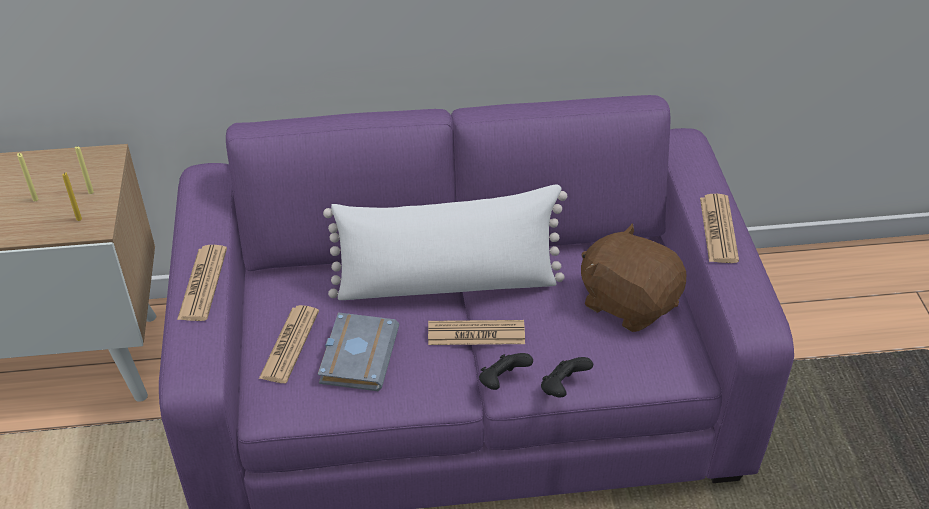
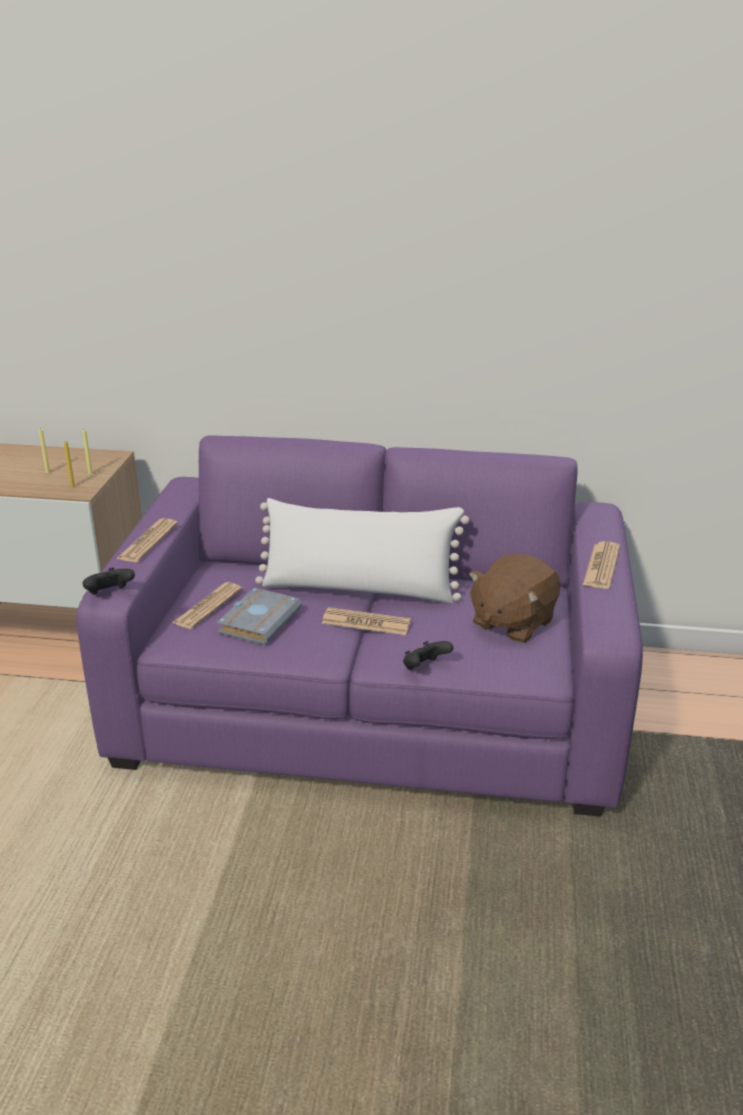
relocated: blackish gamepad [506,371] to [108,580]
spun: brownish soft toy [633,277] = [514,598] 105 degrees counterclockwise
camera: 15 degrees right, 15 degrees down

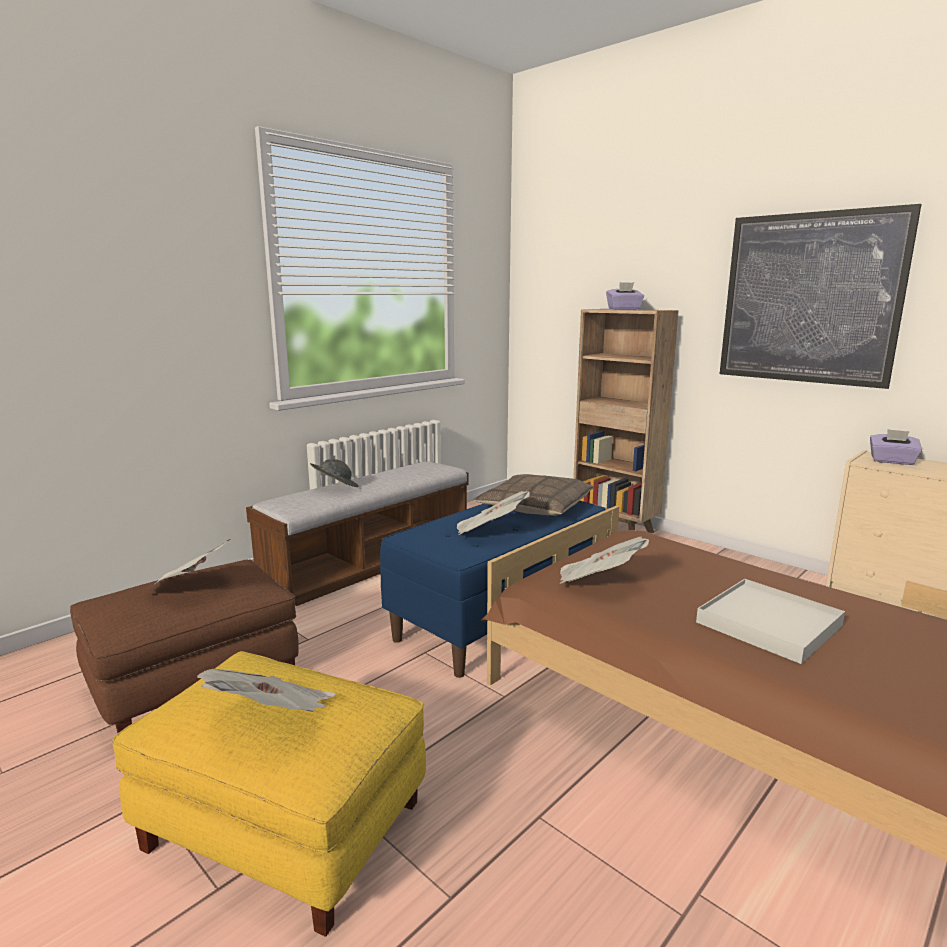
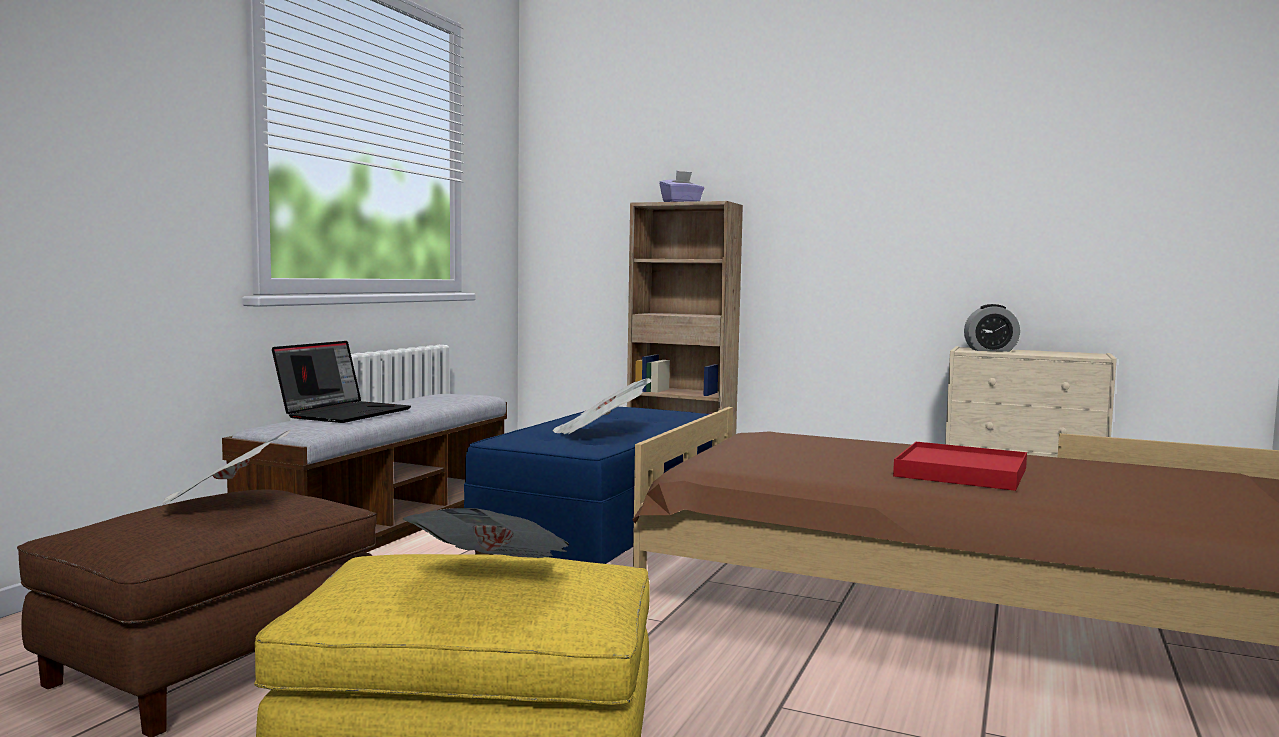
missing: cushion [533,495]; printed paper [604,560]; wall art [821,296]
exchanged: gray hat [334,473] to notebook computer [341,382]; purplish tissue box [896,447] to bedside clock [992,328]
colour: white tray [770,621] to red-coloured tray [960,466]
camera: 20 degrees left, 10 degrees down

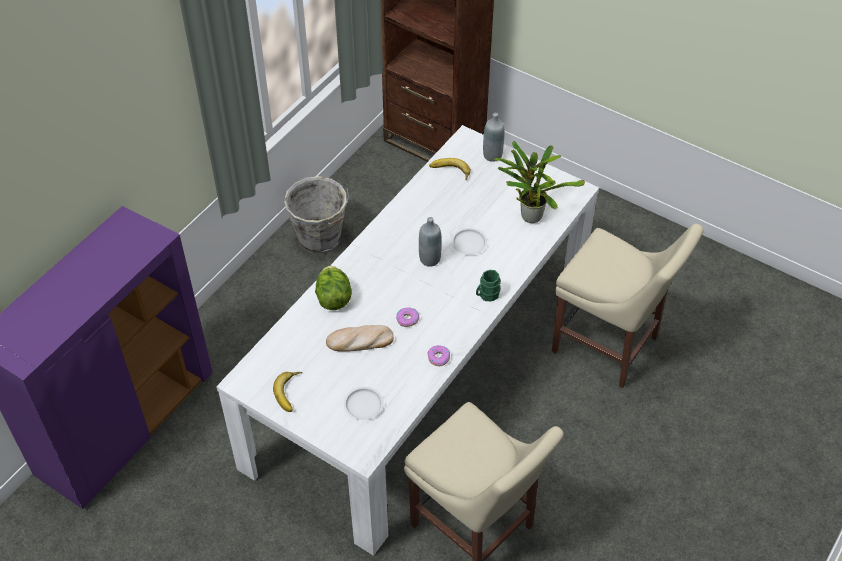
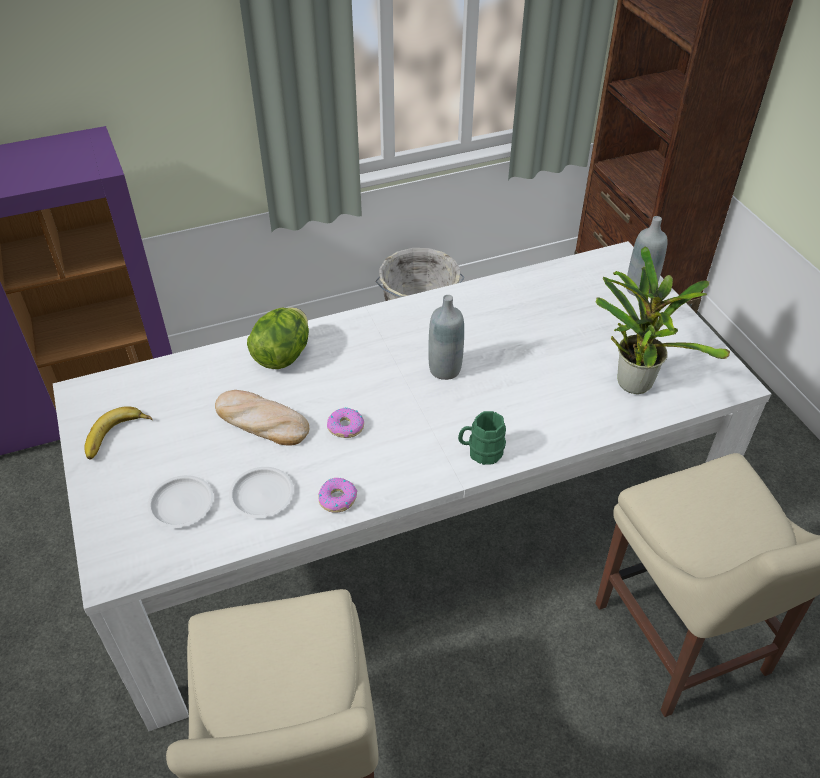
missing: whole banana [450,169]
relocated: white flat dish [469,241] to [261,492]
camera: 35 degrees right, 5 degrees down

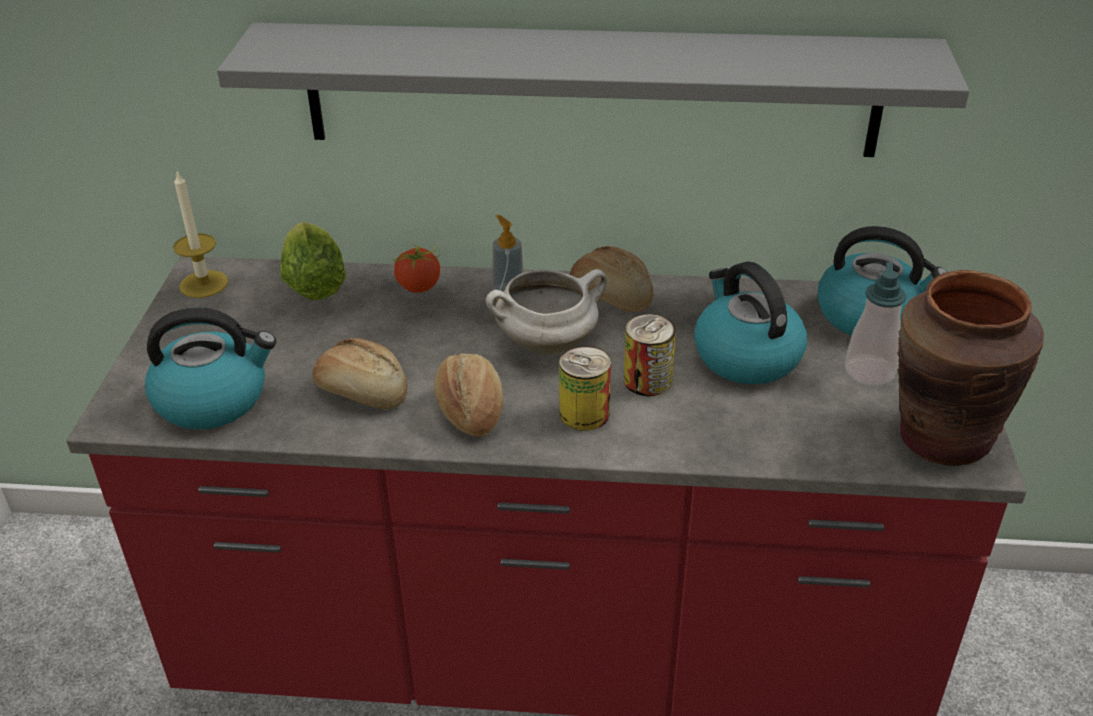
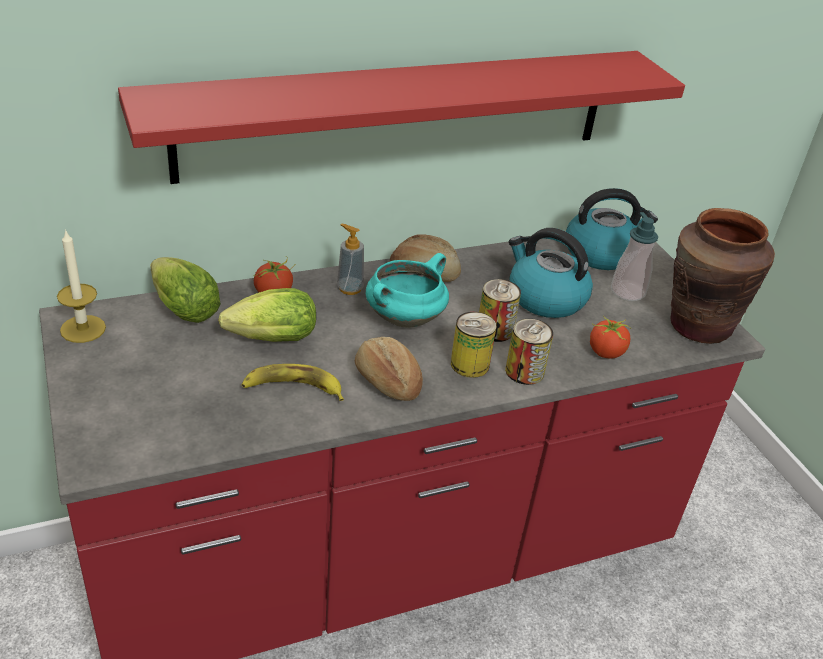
missing: water kettle [210,368]
appeared: head of lettuce [267,315]; metal can [529,352]; tomato [610,338]
exchanged: bakery bread [360,373] to whole banana [293,382]
colour: gray bracket shelf [593,90] to red-coloured bracket shelf [401,117]; white stockpot [546,312] to turquoise-coloured stockpot [407,290]
camera: 30 degrees left, 0 degrees up

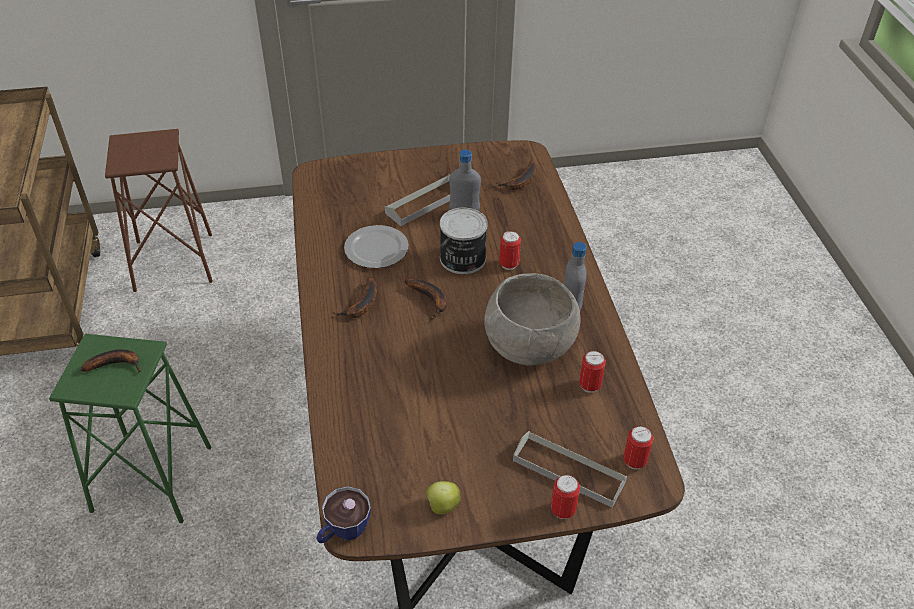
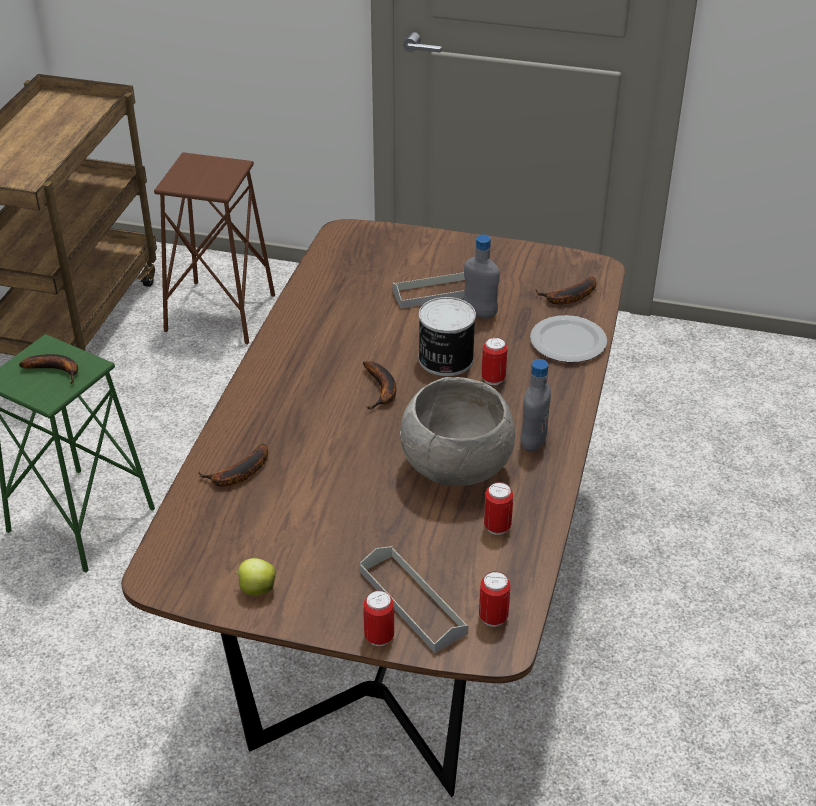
missing: small cup [343,514]
relocated: whole banana [355,297] to [232,465]; flat dish [376,246] to [568,339]
camera: 25 degrees right, 5 degrees down

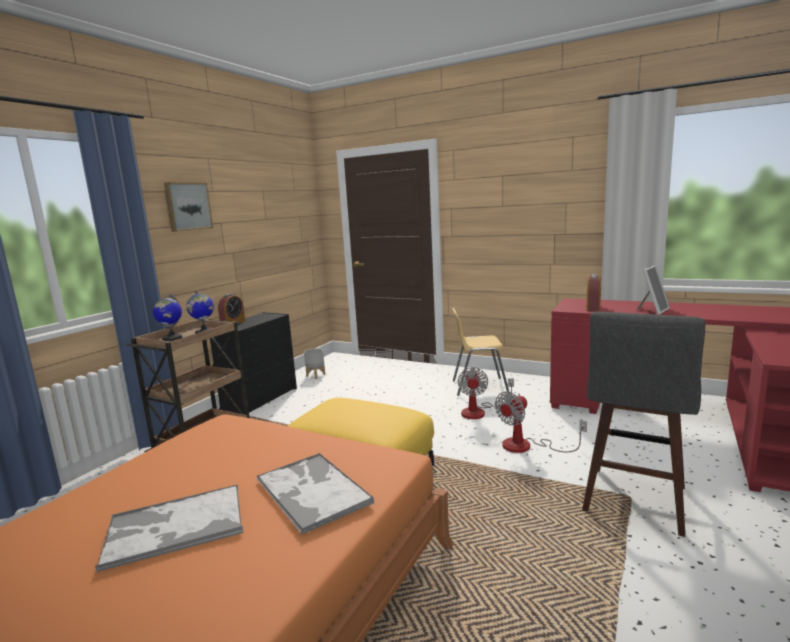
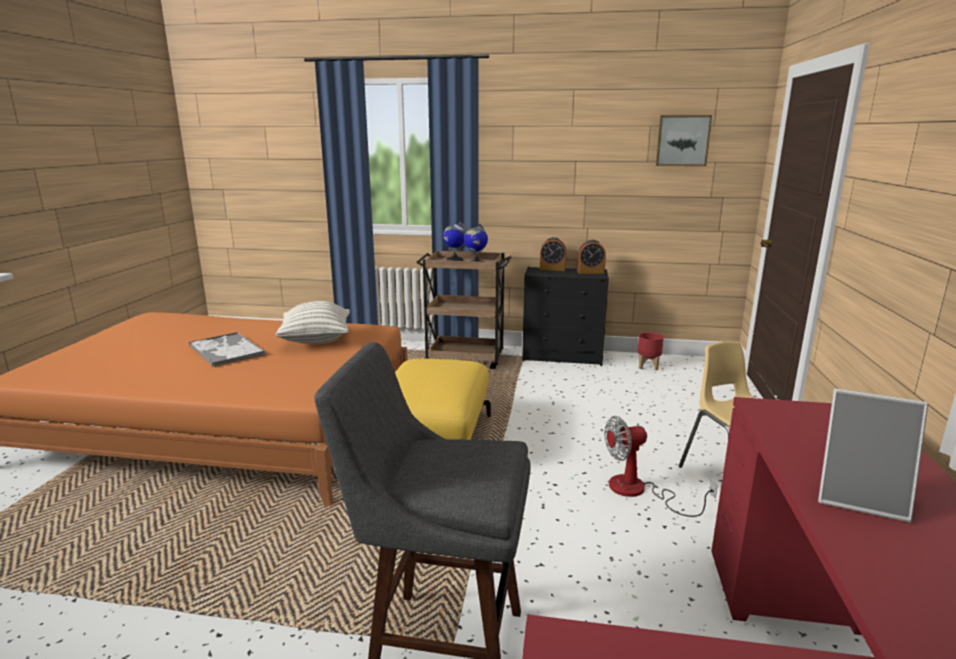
missing: tray [315,494]; fan [541,422]
appeared: cushion [312,322]
relocated: wall art [188,207] to [684,140]; bedside clock [593,293] to [591,257]
colour: gray plant pot [314,363] to red-coloured plant pot [650,351]
camera: 70 degrees right, 5 degrees up

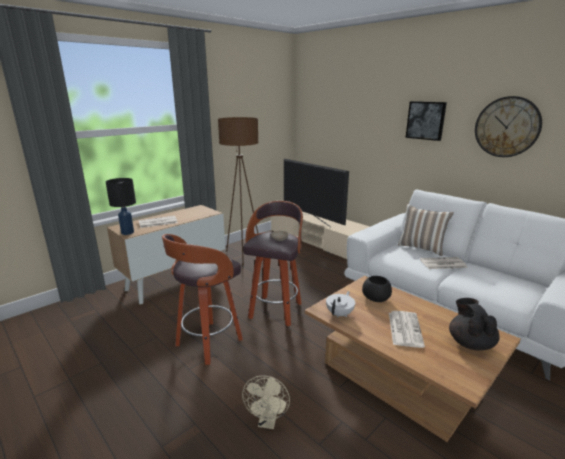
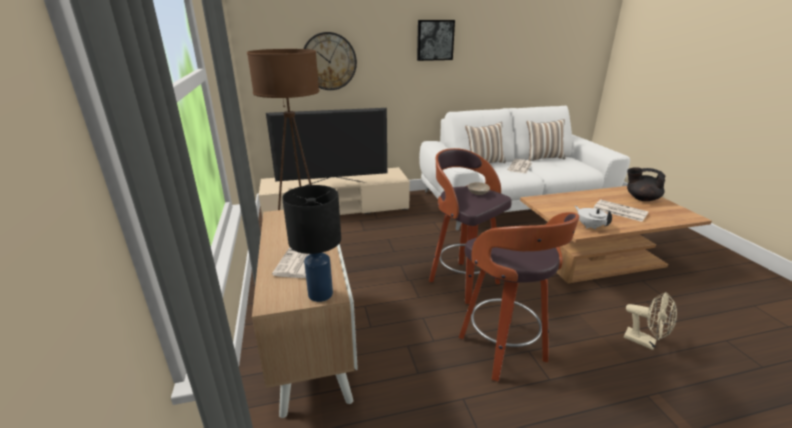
missing: blackish serving bowl [377,289]
appeared: cushion [546,140]
relocated: wall clock [508,126] to [330,61]
camera: 60 degrees left, 5 degrees up

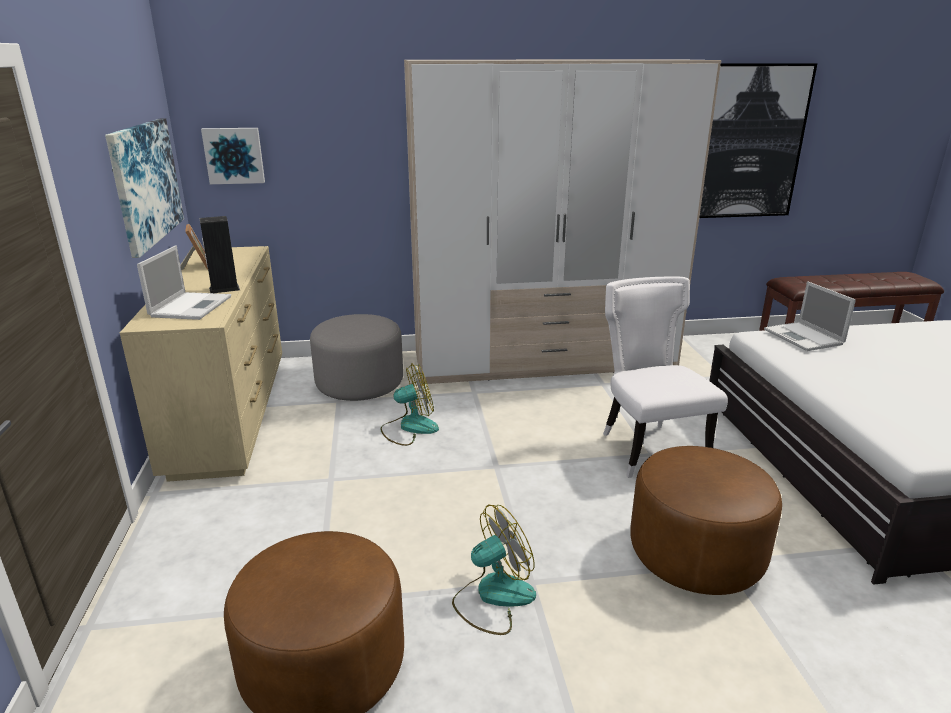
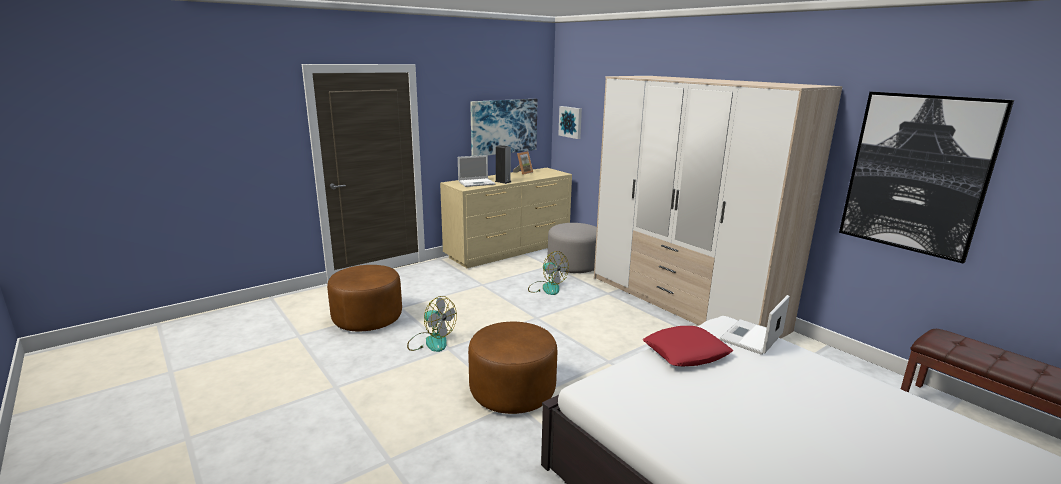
missing: white plain chair [665,377]
appeared: red-coloured cushion [688,346]
camera: 60 degrees right, 5 degrees down

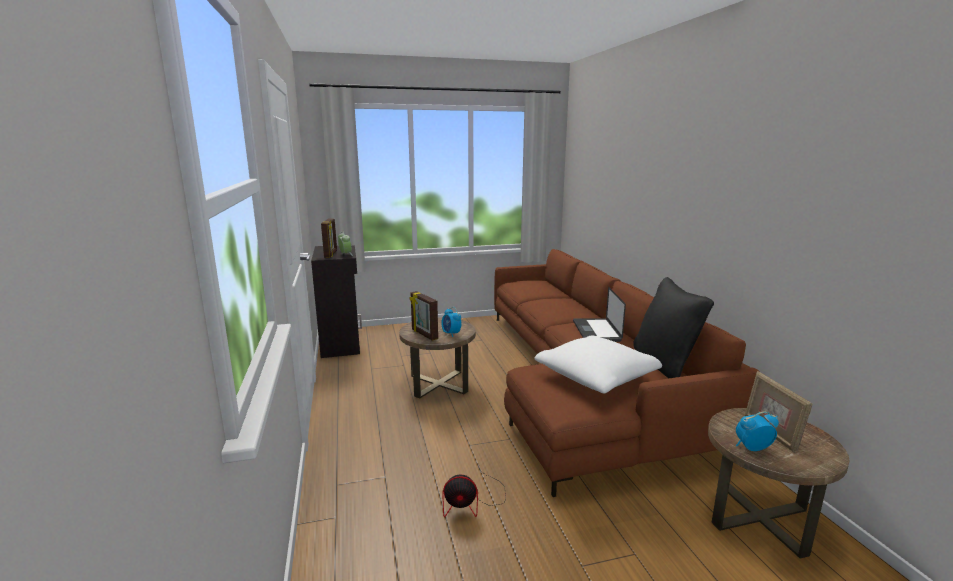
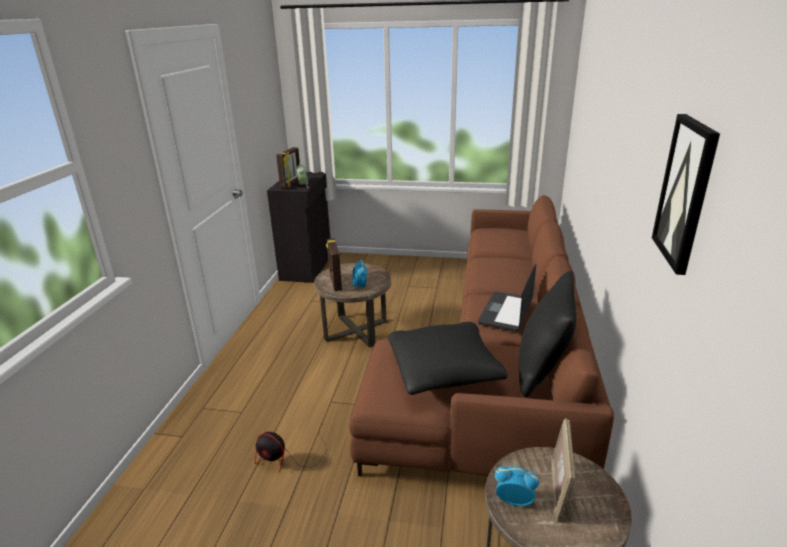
appeared: wall art [686,194]
colour: white cushion [598,364] to blackish cushion [448,358]
camera: 25 degrees right, 10 degrees up

